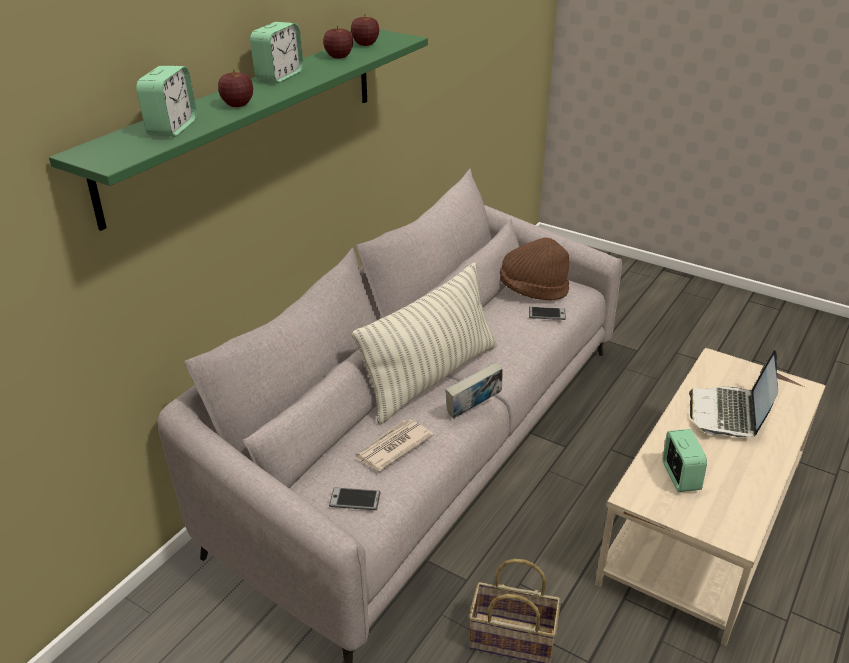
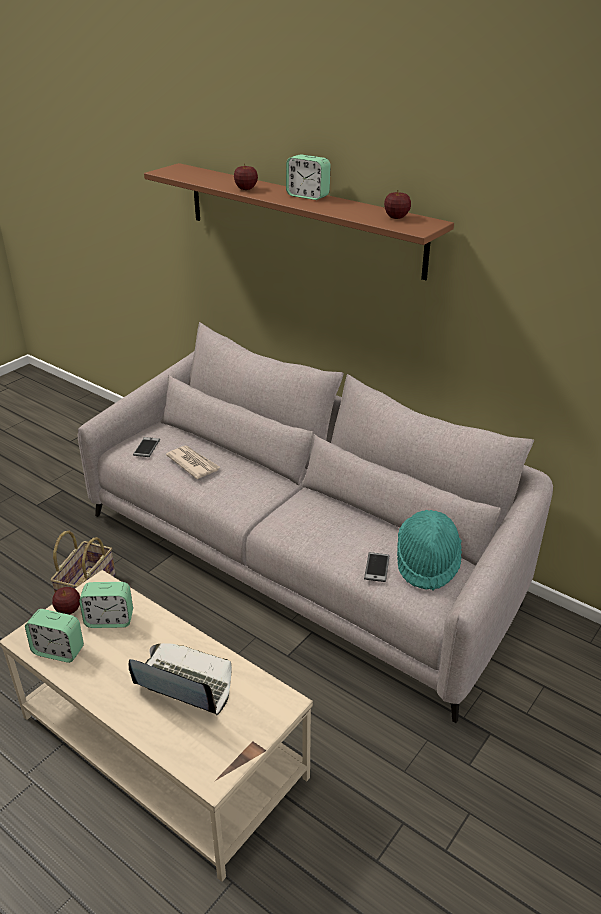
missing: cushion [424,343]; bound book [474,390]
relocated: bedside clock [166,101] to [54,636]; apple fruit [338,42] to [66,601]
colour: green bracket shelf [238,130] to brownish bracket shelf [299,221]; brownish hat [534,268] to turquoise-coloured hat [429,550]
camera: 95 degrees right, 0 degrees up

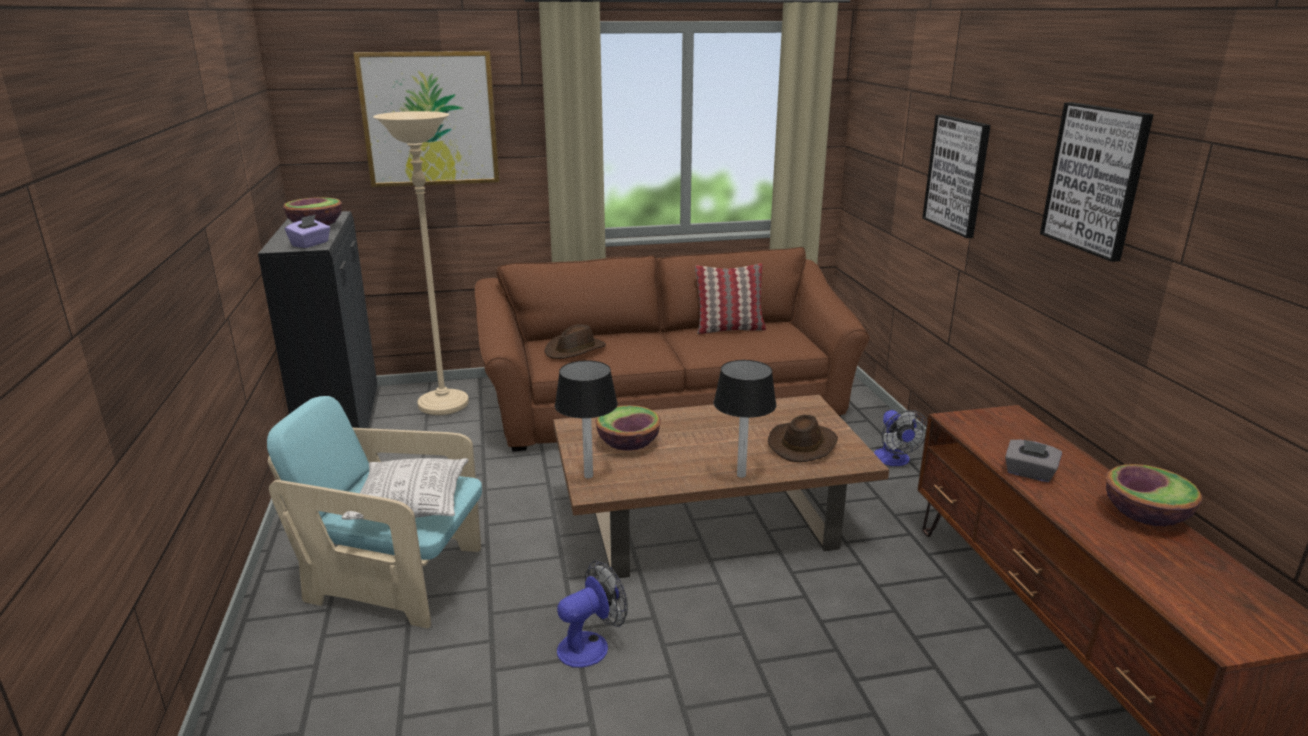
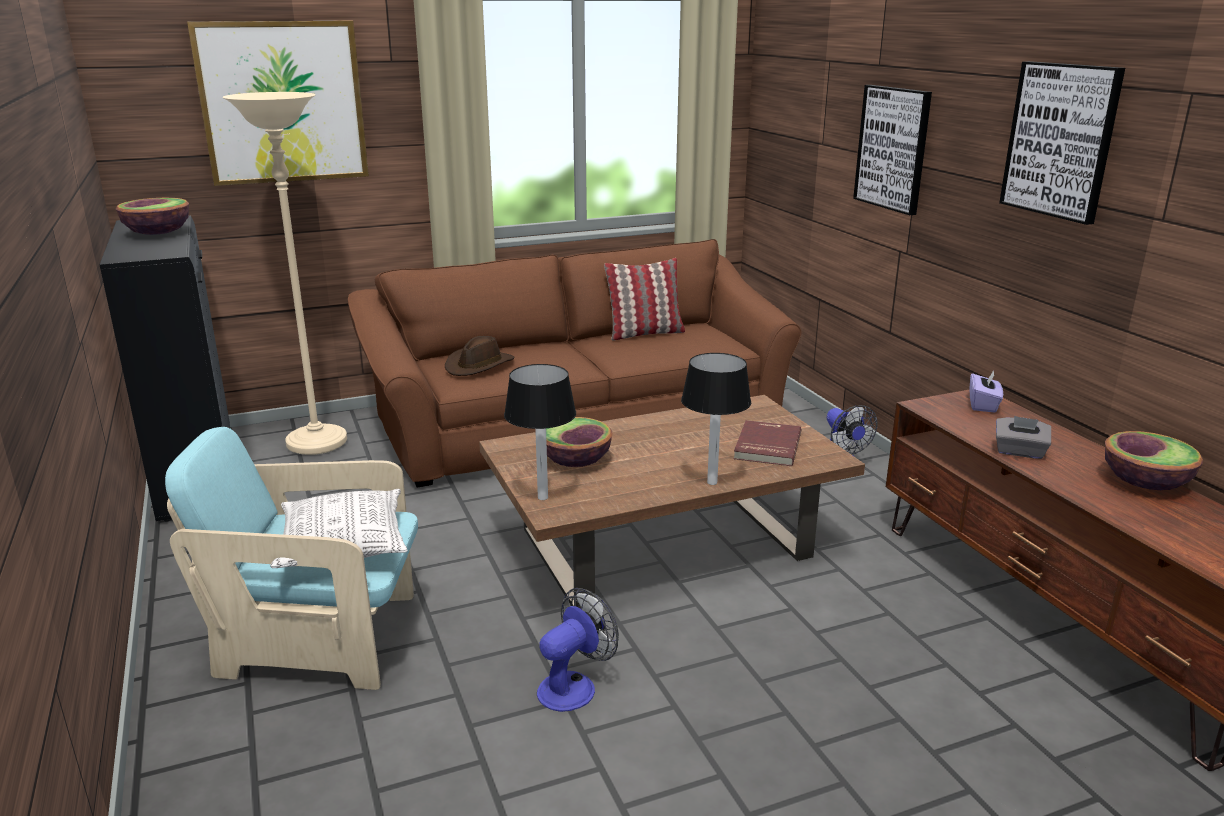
relocated: purplish tissue box [307,231] to [986,391]
exchanged: brownish hat [803,438] to red-coloured bound book [767,443]
camera: 10 degrees left, 0 degrees up

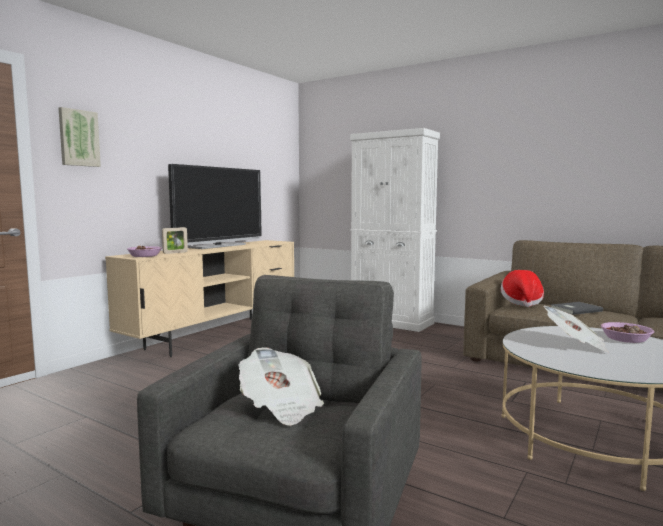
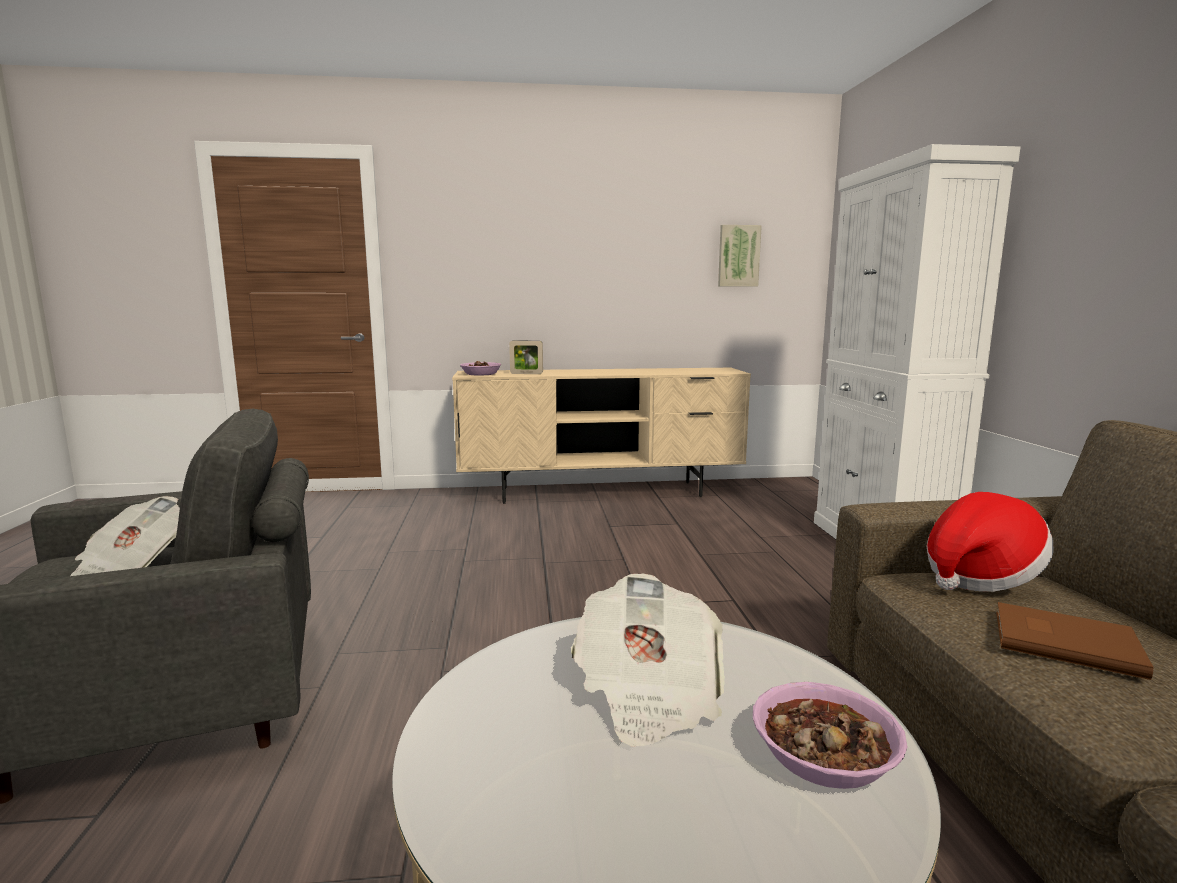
missing: TV [215,206]
relocated: wall art [80,137] to [740,256]
colour: gray bound book [577,308] to brownish bound book [1075,641]
camera: 50 degrees right, 5 degrees up

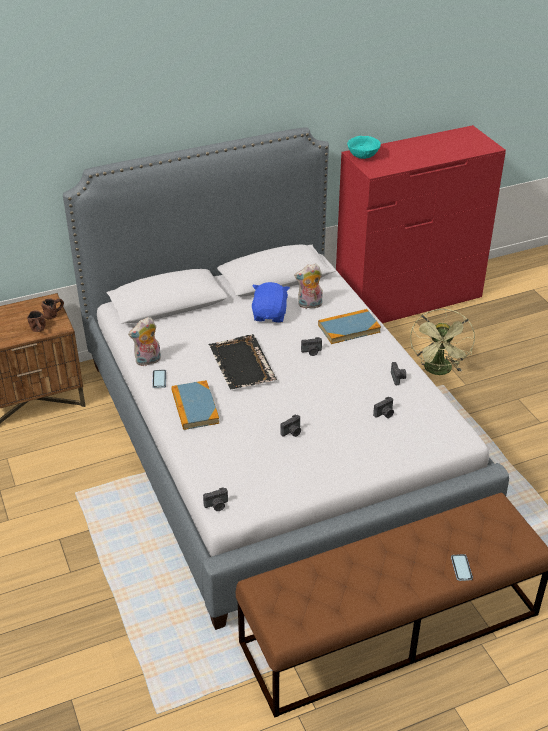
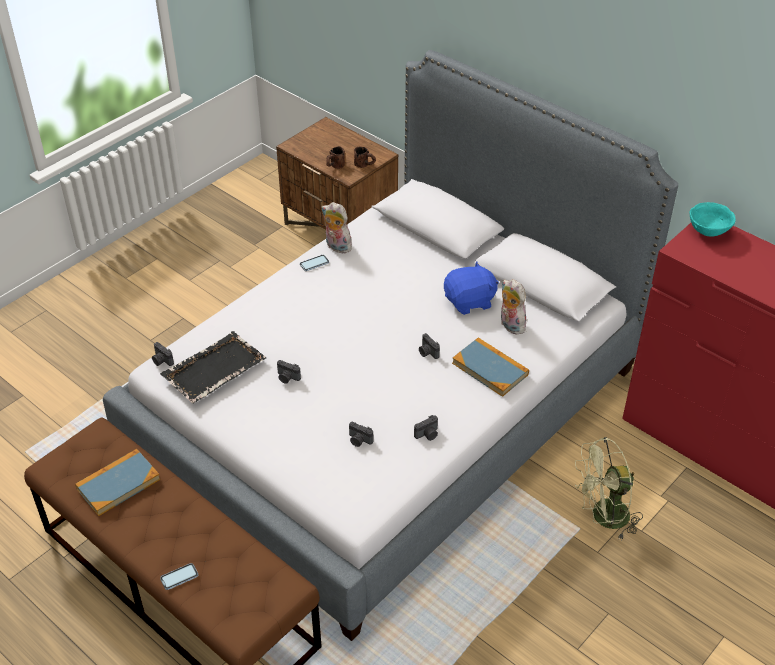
relocated: bound book [195,405] to [117,482]; blackish tray [243,362] to [213,367]
camera: 65 degrees right, 5 degrees up

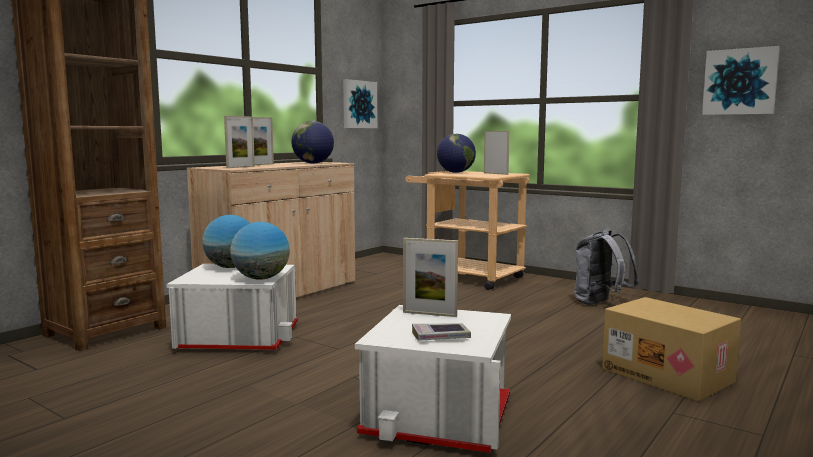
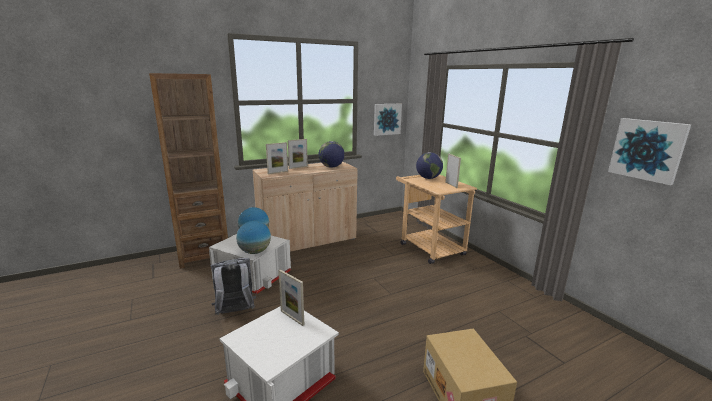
missing: bound book [441,332]
relocated: gray backpack [606,267] to [233,286]
camera: 25 degrees right, 10 degrees up

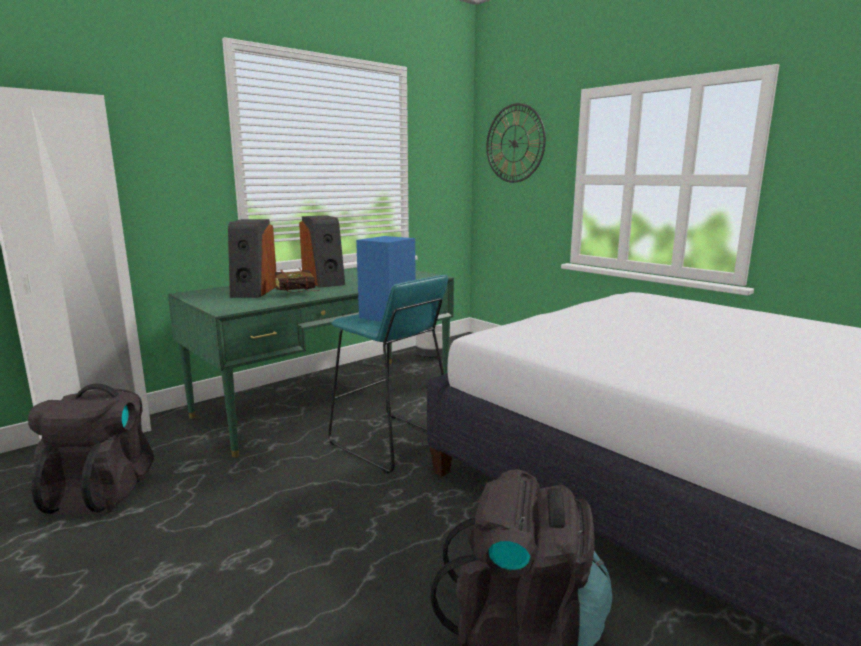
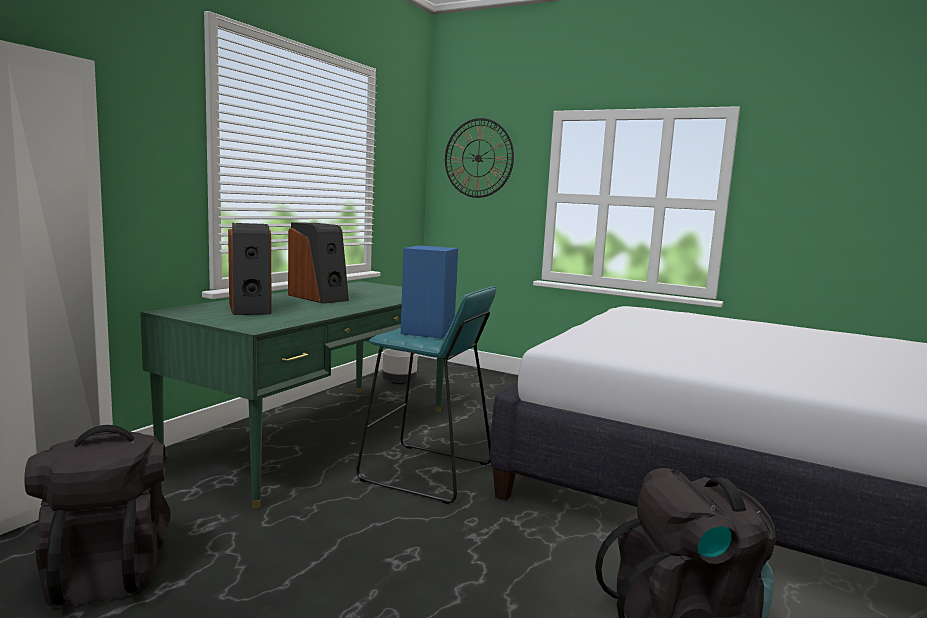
missing: bound book [296,281]
camera: 20 degrees left, 5 degrees down

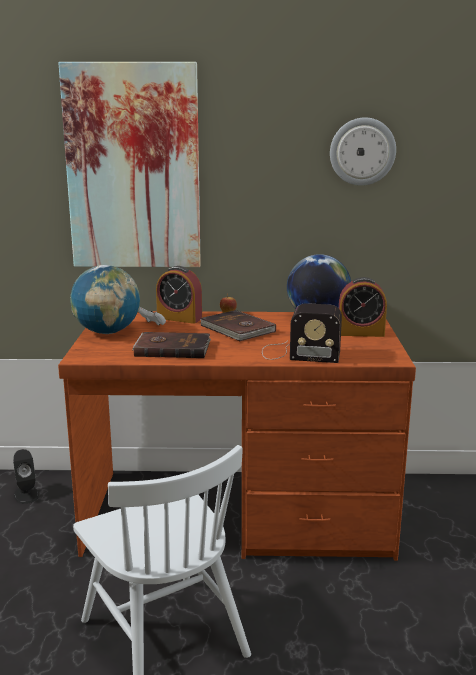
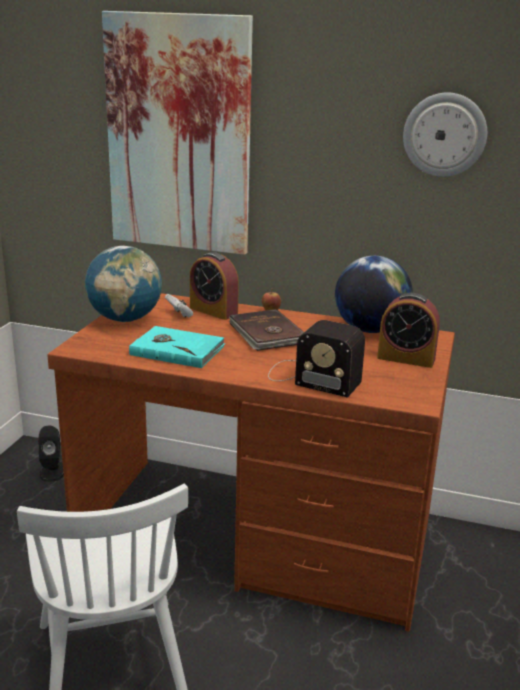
colour: brownish bound book [171,345] to turquoise-coloured bound book [177,347]
camera: 15 degrees right, 5 degrees up

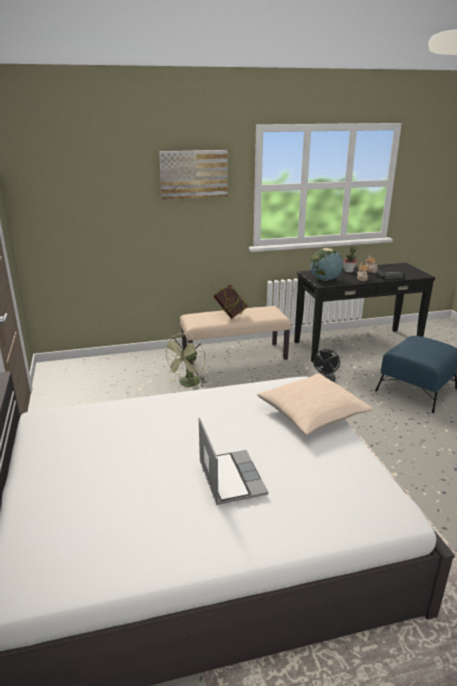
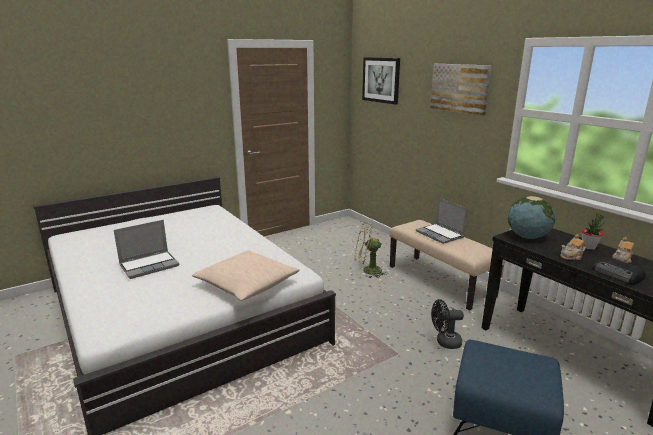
appeared: wall art [381,81]
exchanged: bound book [230,302] to notebook computer [442,221]
camera: 70 degrees right, 5 degrees down

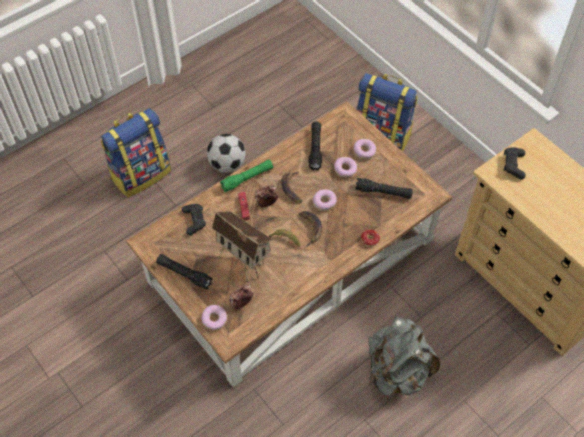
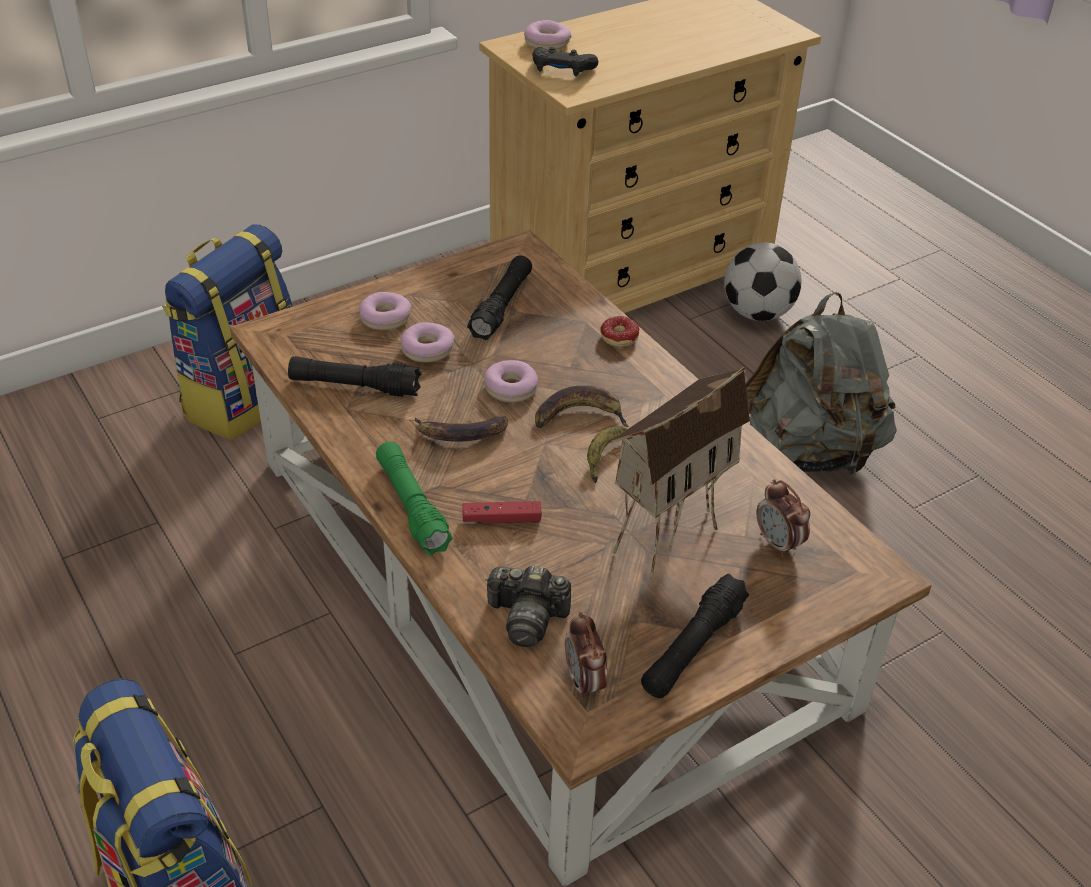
relocated: ring doughnut [214,317] to [547,35]; ball for football [226,153] to [763,281]; bedside clock [266,196] to [586,655]
exchanged: blackish gamepad [194,219] to still camera [528,606]
camera: 85 degrees left, 15 degrees down

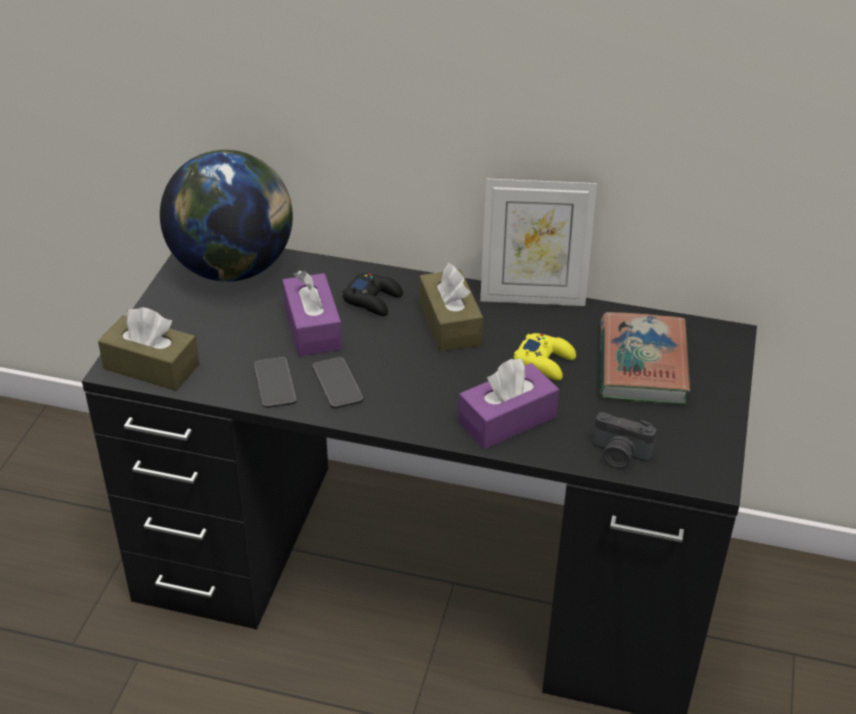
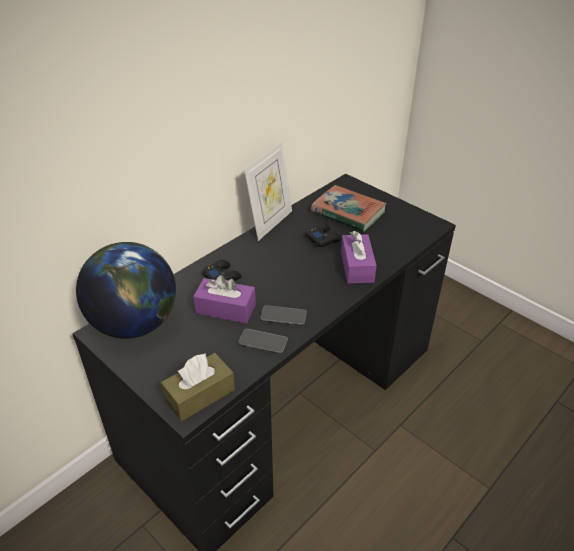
missing: brownish tissue box [451,307]; still camera [624,440]
colour: yellow-coloured gamepad [544,357] to blackish gamepad [324,235]
camera: 60 degrees left, 0 degrees up

